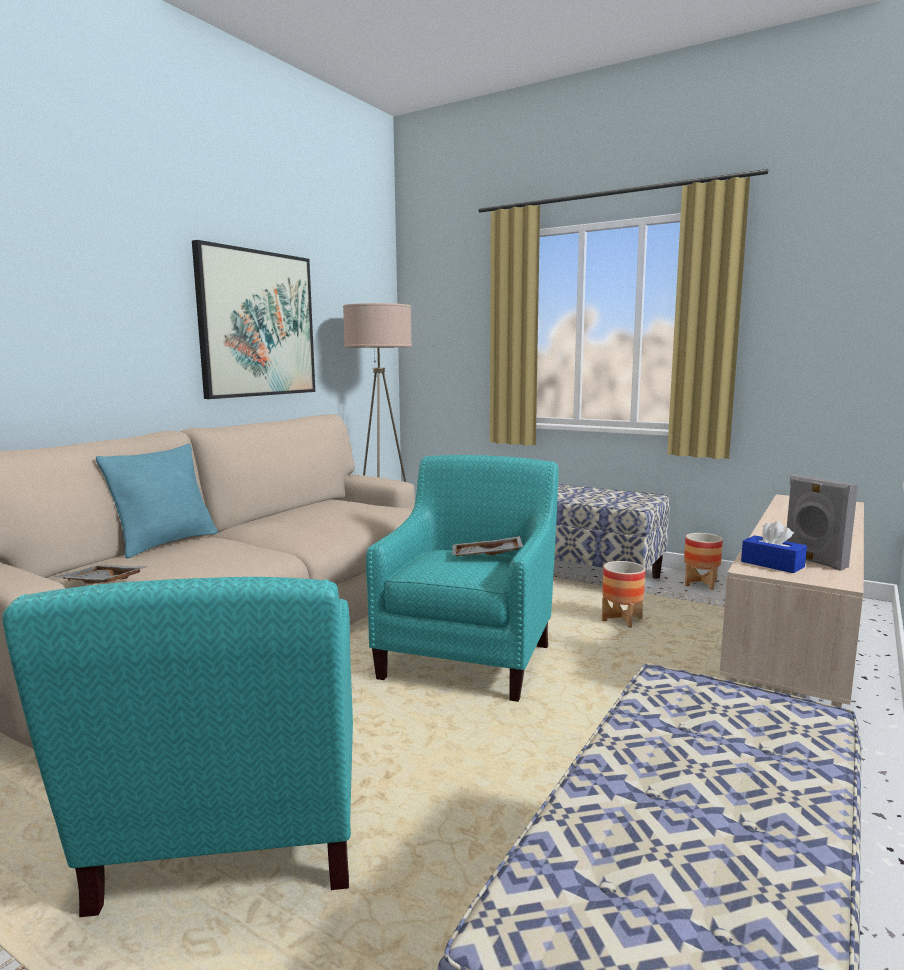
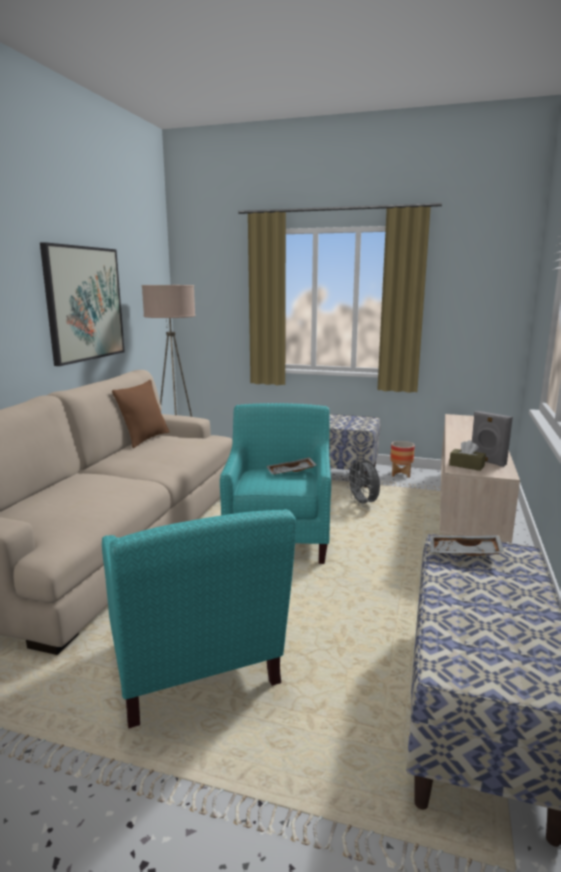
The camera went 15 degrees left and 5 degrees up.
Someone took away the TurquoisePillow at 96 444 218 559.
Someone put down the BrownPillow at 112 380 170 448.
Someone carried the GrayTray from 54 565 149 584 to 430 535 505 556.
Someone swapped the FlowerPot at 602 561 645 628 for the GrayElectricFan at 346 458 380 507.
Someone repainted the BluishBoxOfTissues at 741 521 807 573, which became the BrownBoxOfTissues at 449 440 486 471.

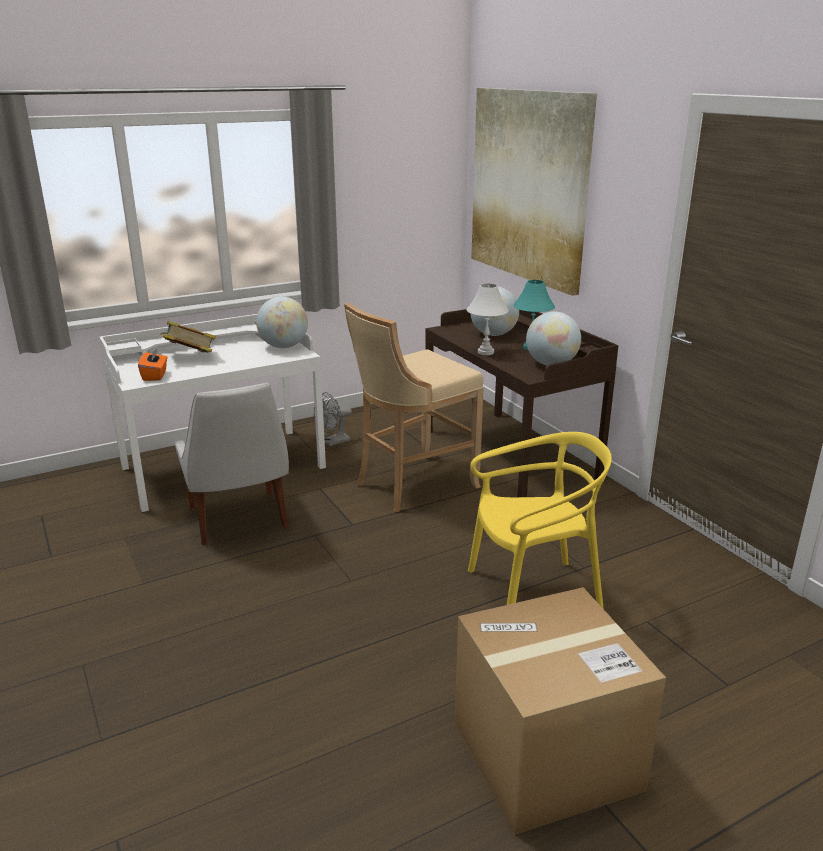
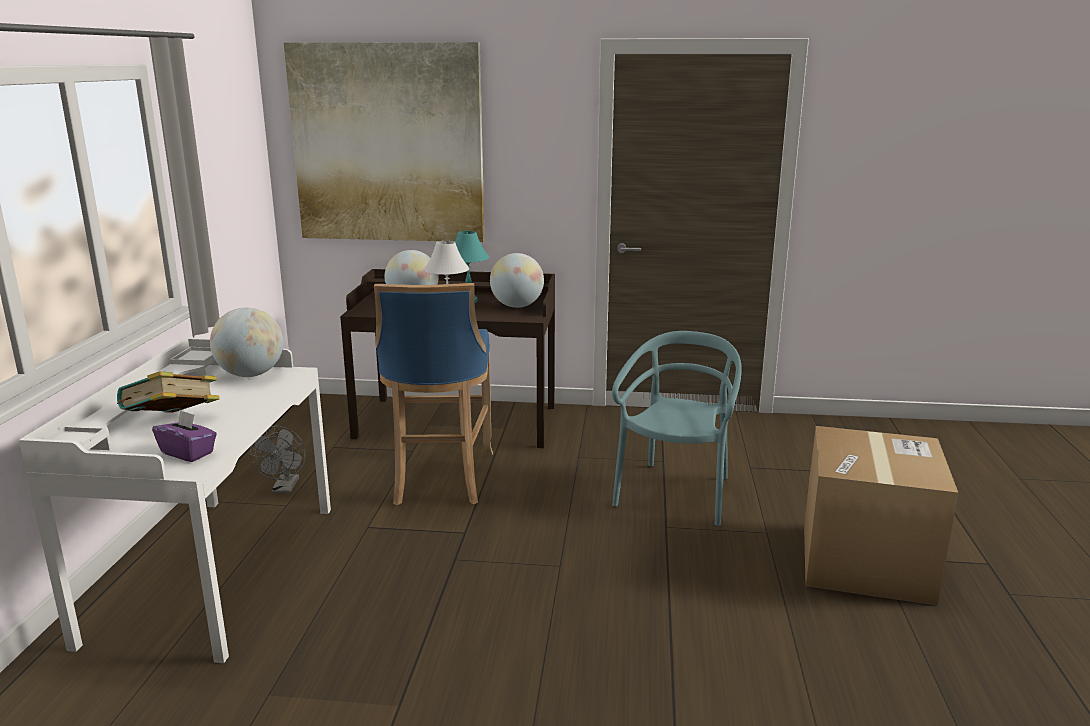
The camera went 55 degrees left and 5 degrees down.
Someone took away the WhitishUprightChair at 175 383 289 545.
Someone repainted the OrangeBoxOfTissues at 138 348 168 381, which became the PurplishBoxOfTissues at 152 410 217 462.
Someone repainted the BeigeStoolSeat at 344 302 484 512, which became the BluishStoolSeat at 374 283 493 506.
Someone repainted the YellowColouredUprightChair at 468 432 612 608, which became the TurquoiseUprightChair at 612 331 741 526.

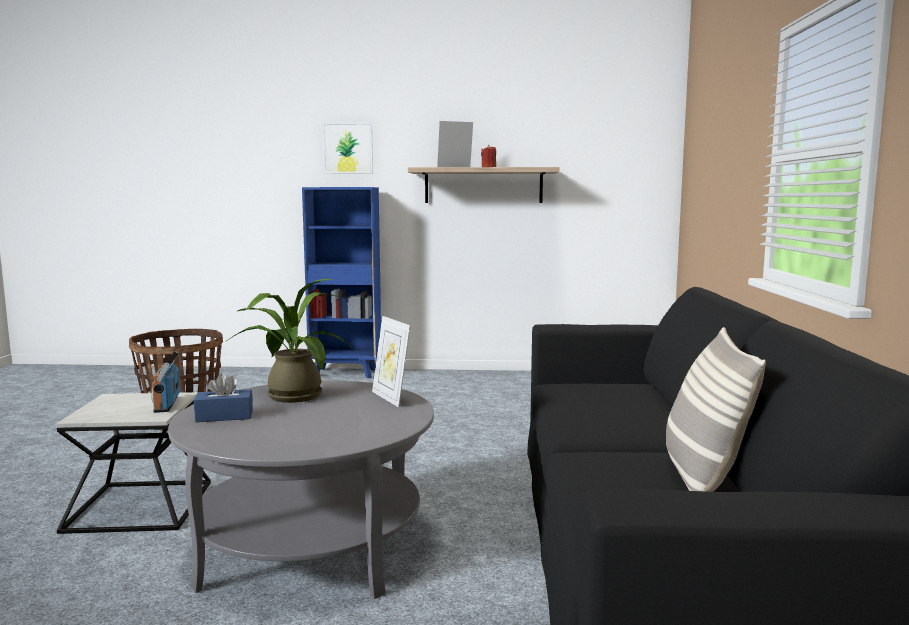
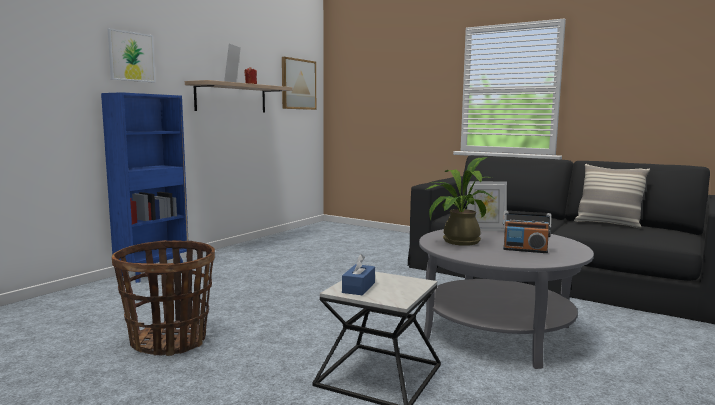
The camera went 60 degrees left and 0 degrees up.
Someone put up the WallPicture at 282 57 316 110.
Someone carried the RadioSet from 151 351 180 413 to 503 211 552 253.
Someone carried the BluishBoxOfTissues from 194 373 253 422 to 342 254 375 295.

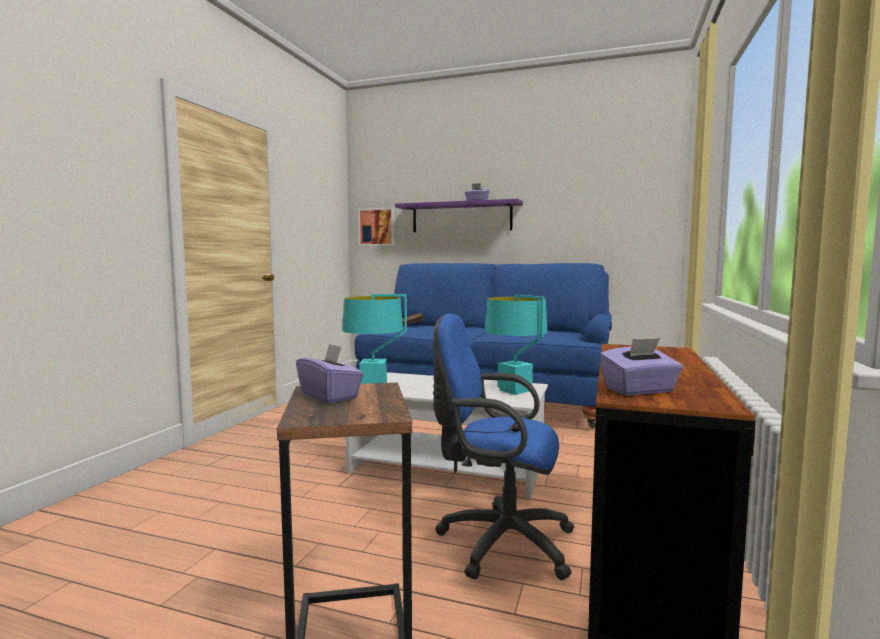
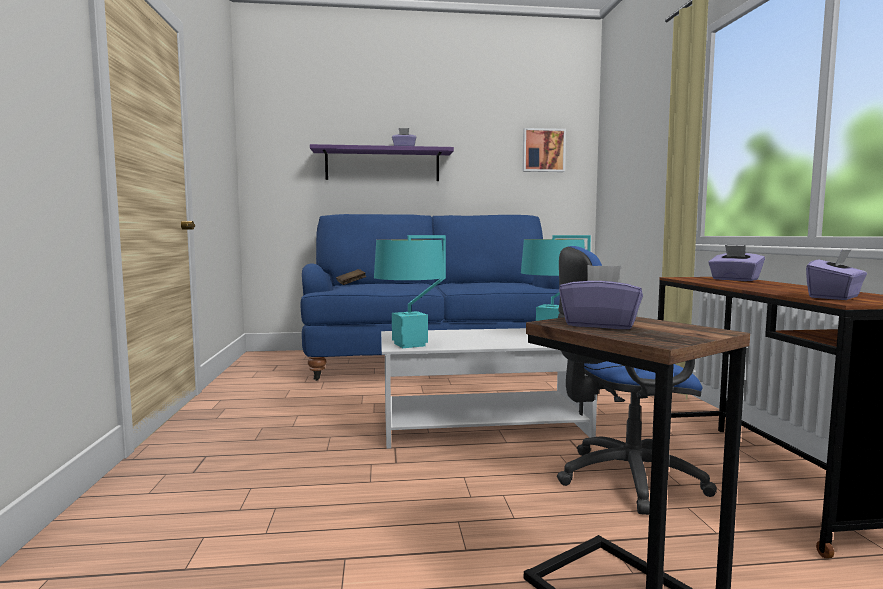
The camera went 25 degrees left and 0 degrees up.
Someone put down the PurplishBoxOfTissues at 708 245 765 281.
Someone carried the WallPicture from 358 208 395 246 to 522 128 566 172.

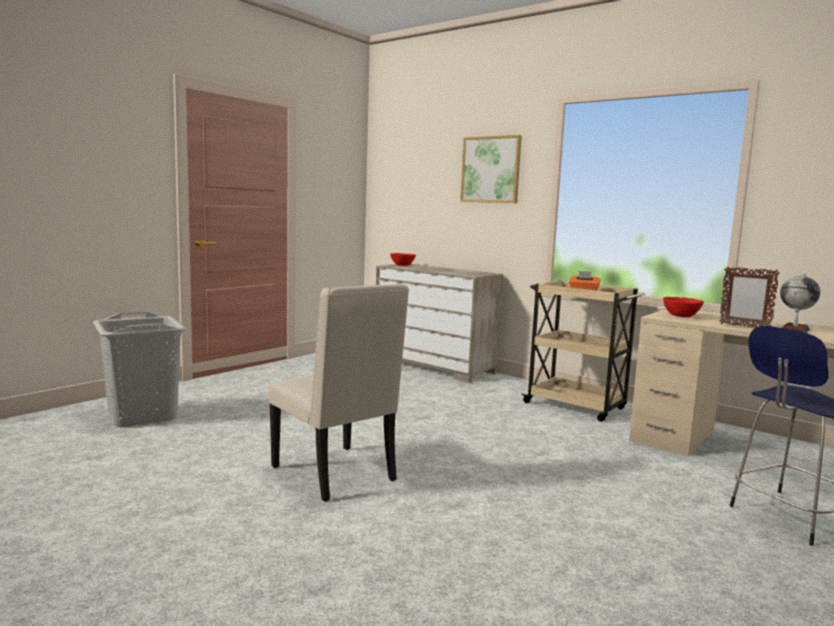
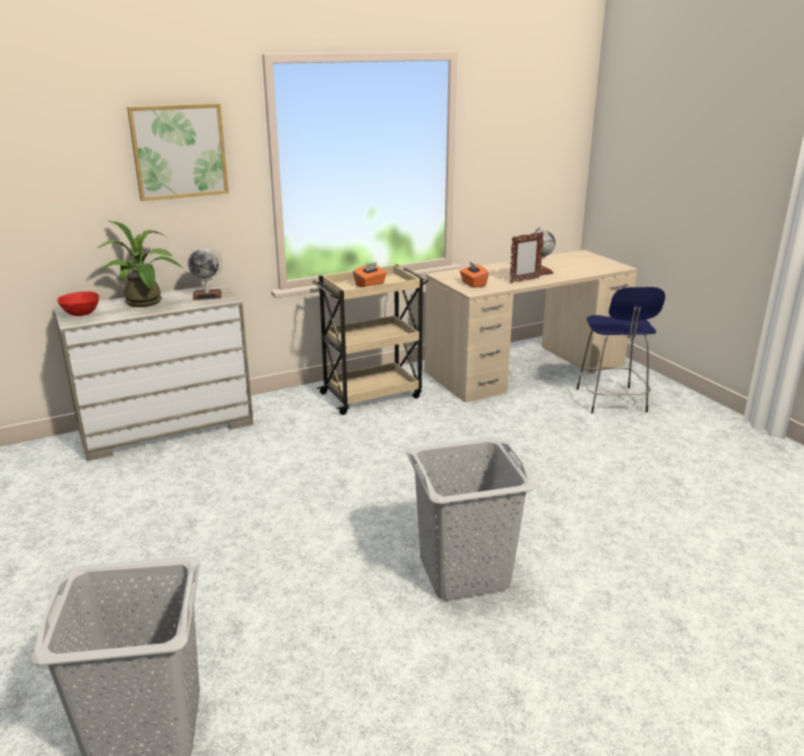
The camera went 65 degrees left and 15 degrees up.
Someone put down the PlantInAPot at 97 220 183 307.
Someone put down the Globe at 188 246 222 300.
Someone swapped the BeigeUprightChair at 268 284 409 502 for the GrayLaundryBasket at 406 437 536 600.
Someone swapped the ReddishServingBowl at 663 297 704 317 for the OrangeBoxOfTissues at 460 261 489 288.

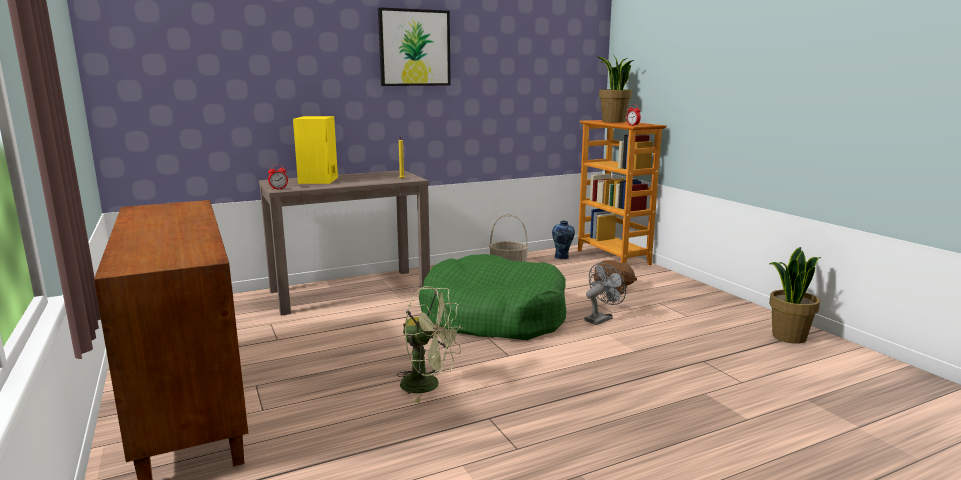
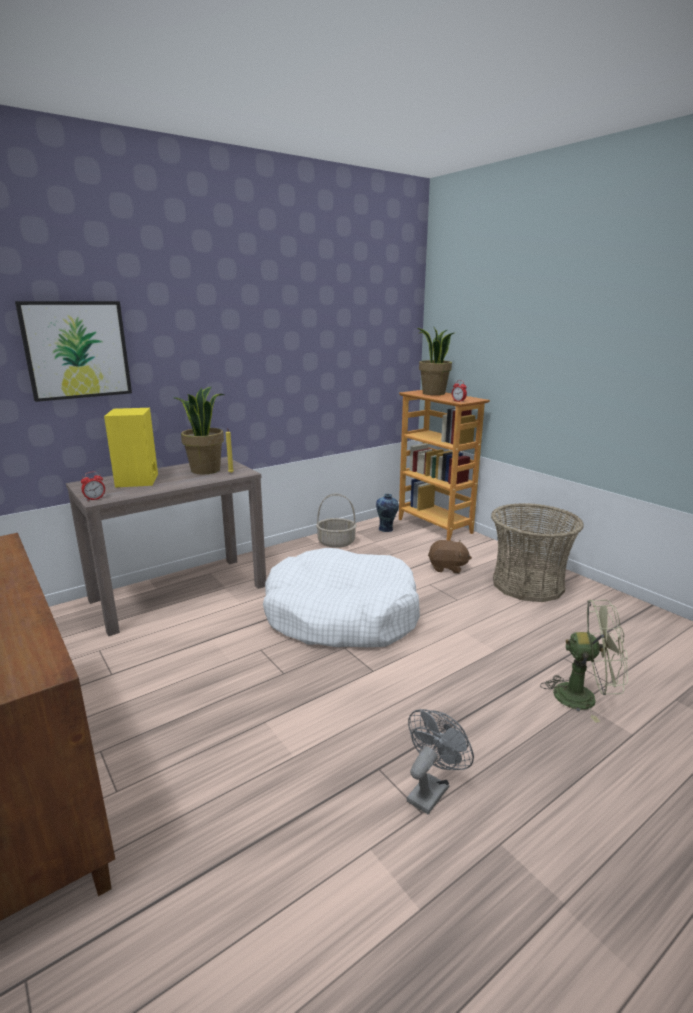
The camera went 10 degrees left and 5 degrees up.
Someone put down the HouseholdBasket at 491 503 584 602.
Someone carried the WallPicture from 378 7 451 86 to 15 301 132 402.
Someone carried the GreenElectricFan from 397 286 463 403 to 540 600 628 723.
Someone carried the GrayElectricFan from 584 263 626 325 to 407 709 474 815.
Someone carried the PlantInAPot from 769 247 820 344 to 173 387 224 475.
Someone repainted the GreenPetBed at 419 254 566 340, which became the WhitishPetBed at 263 548 420 647.

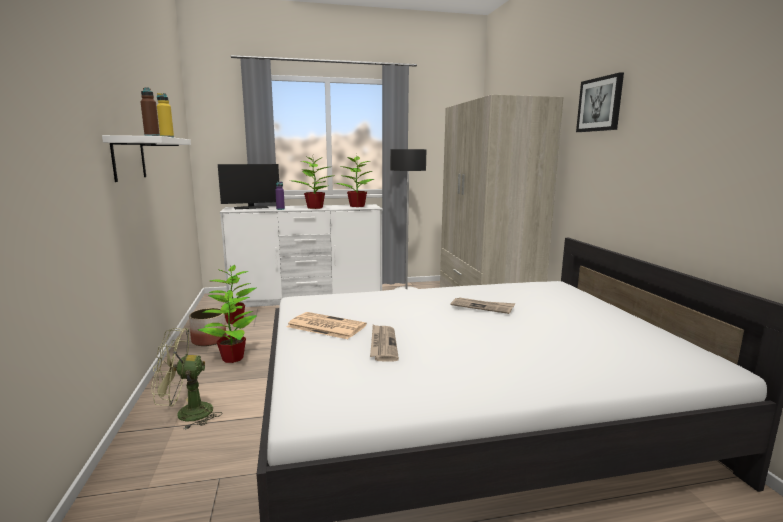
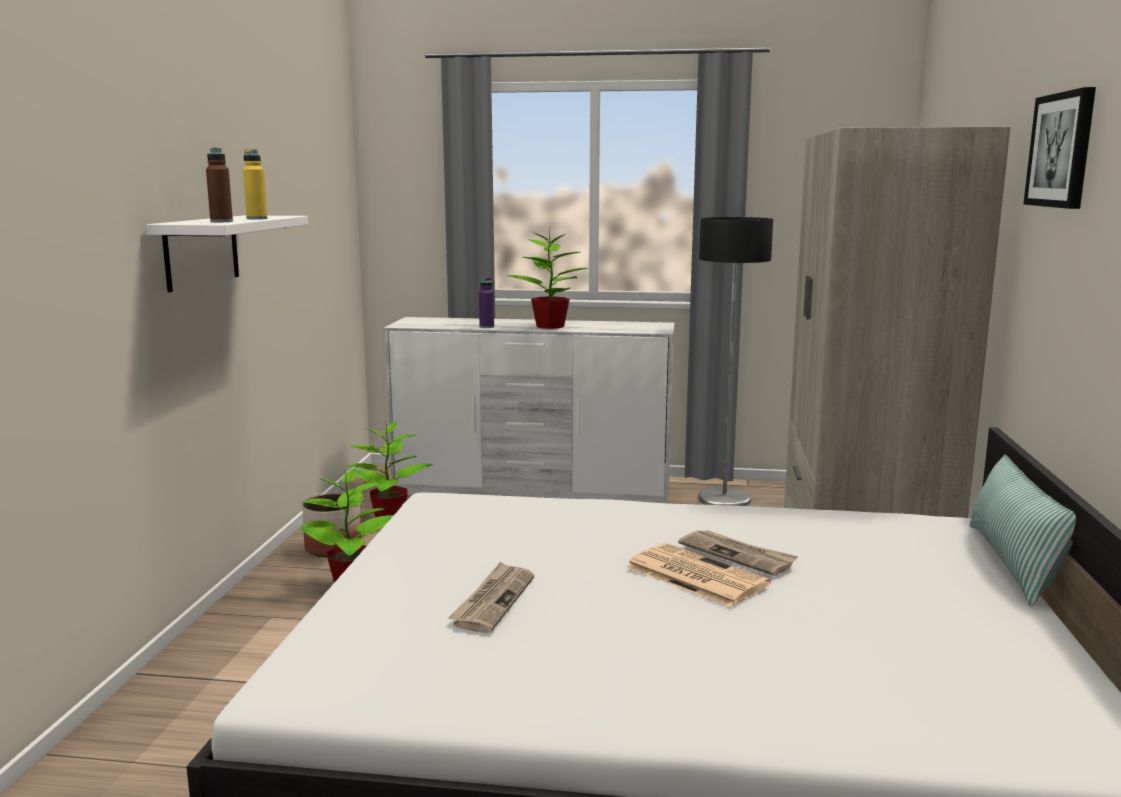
The camera went 20 degrees right and 0 degrees up.
Someone took away the GreenElectricFan at 151 328 222 430.
Someone took away the Monitor at 218 164 279 209.
Someone took away the PlantInAPot at 335 156 374 207.
Someone put down the Pillow at 969 454 1076 607.
Someone carried the PrintedPaper from 287 312 367 339 to 626 543 771 608.

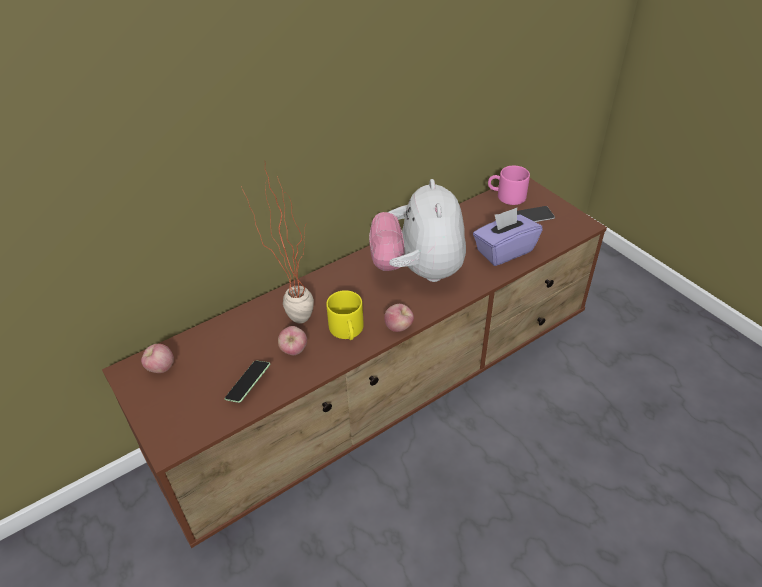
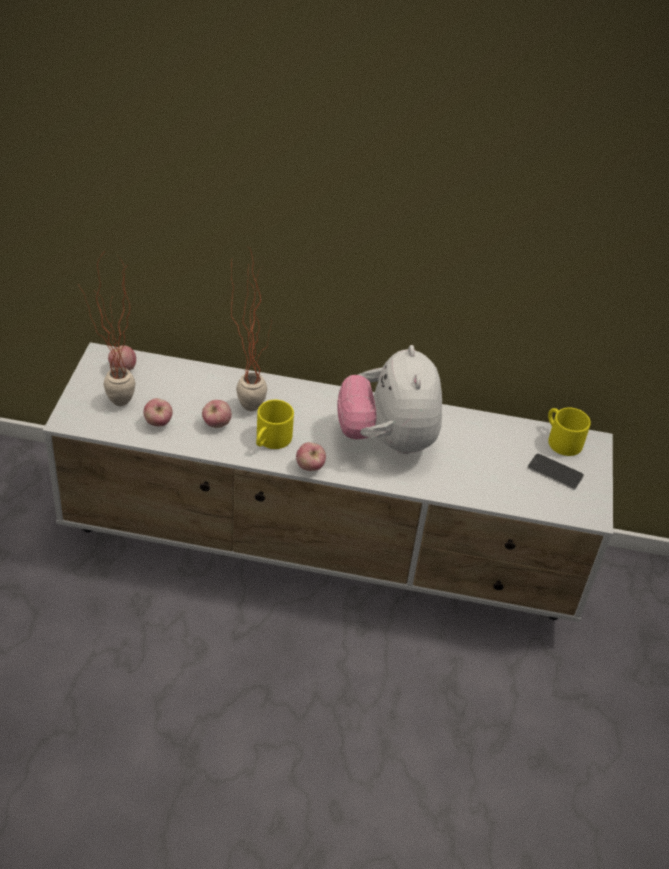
The camera went 40 degrees right and 0 degrees up.
Someone took away the PurplishBoxOfTissues at 473 208 543 266.
Someone put down the PlantInAPot at 78 255 135 406.
Someone swapped the Handset at 225 361 270 403 for the WholeApple at 143 398 173 426.
Someone repainted the BrownTvUnit at 102 178 607 548, which became the WhitishTvUnit at 43 342 613 622.
Someone repainted the PinkTeaMug at 488 166 530 205, which became the YellowColouredTeaMug at 548 408 591 456.
Someone rotated the SoftToy at 369 179 466 282 by 45 degrees counterclockwise.

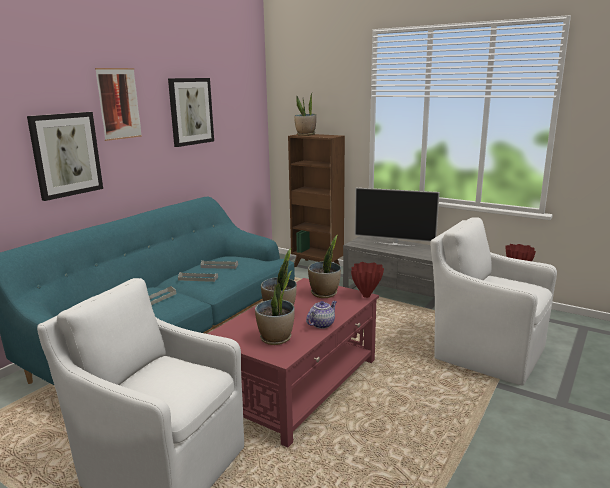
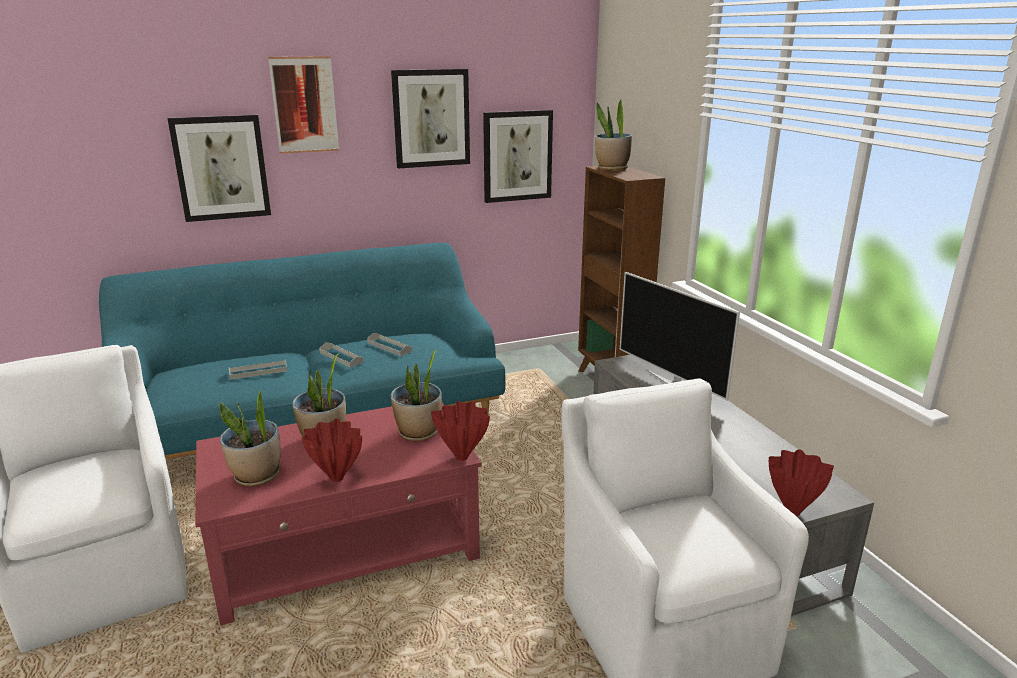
The camera went 35 degrees right and 5 degrees up.
Someone put up the WallPicture at 483 110 553 203.
Someone swapped the TeaPot at 306 301 337 329 for the ReddishVase at 301 418 362 482.

